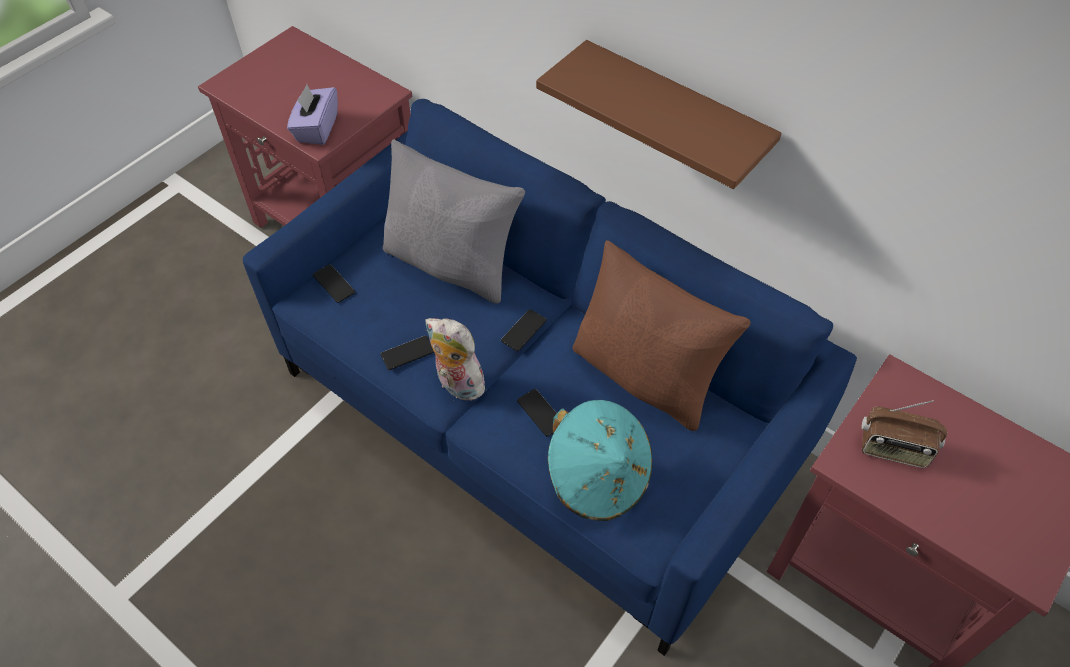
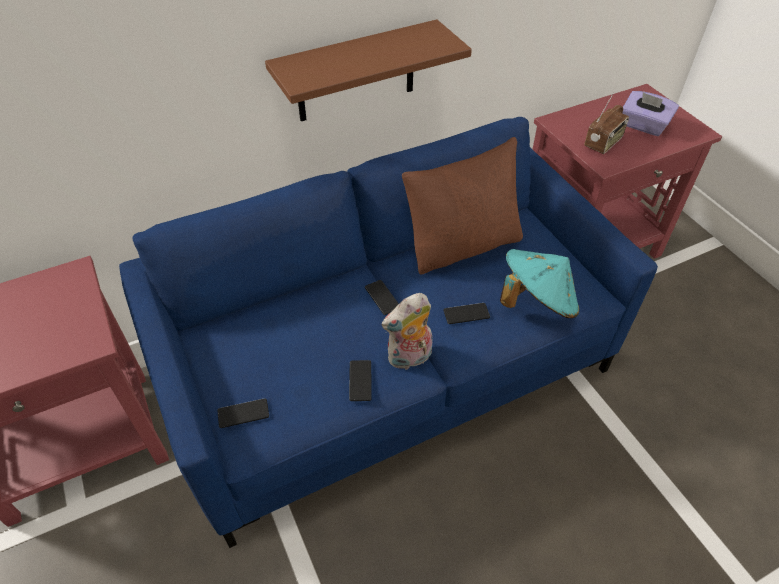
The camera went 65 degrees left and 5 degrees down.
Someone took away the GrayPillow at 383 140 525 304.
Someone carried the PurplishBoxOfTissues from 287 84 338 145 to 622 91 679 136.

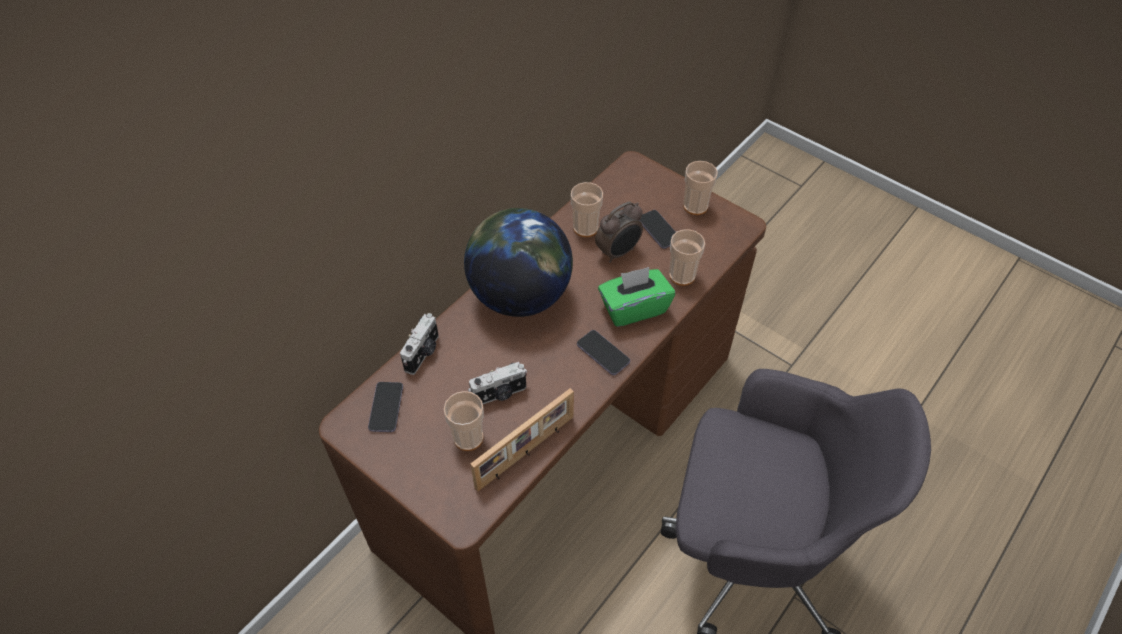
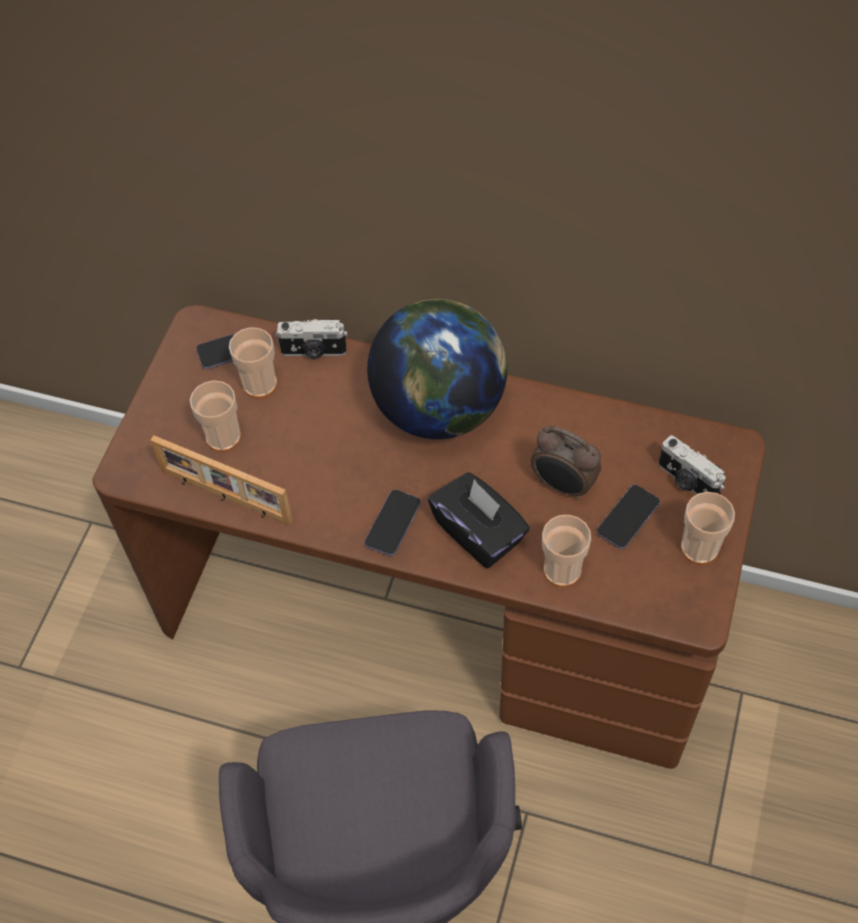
The camera went 70 degrees right and 5 degrees up.
Someone carried the PhotoCamera from 468 362 527 404 to 658 435 726 495.
Someone carried the SmallCup from 571 182 603 237 to 229 327 277 398.
Someone repainted the GreenBoxOfTissues at 598 267 675 327, which became the BlackishBoxOfTissues at 428 472 530 569.

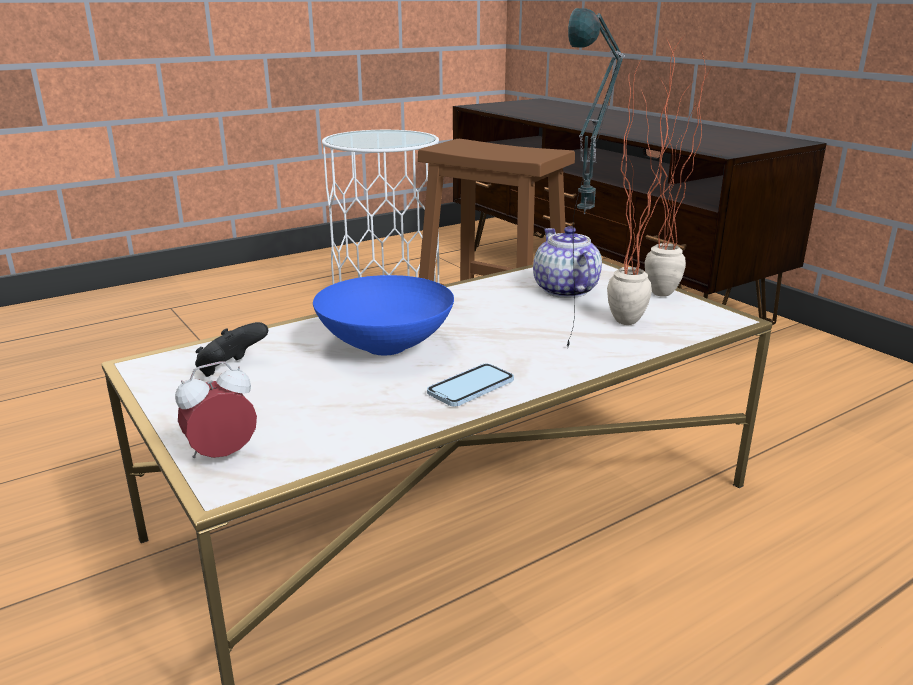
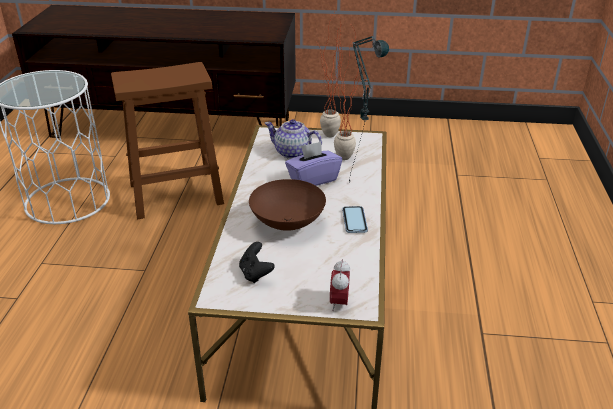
The camera went 50 degrees left and 10 degrees up.
Someone put down the PurplishBoxOfTissues at 285 141 342 186.
Someone repainted the BluishServingBowl at 313 275 454 356, which became the BrownServingBowl at 249 179 326 231.

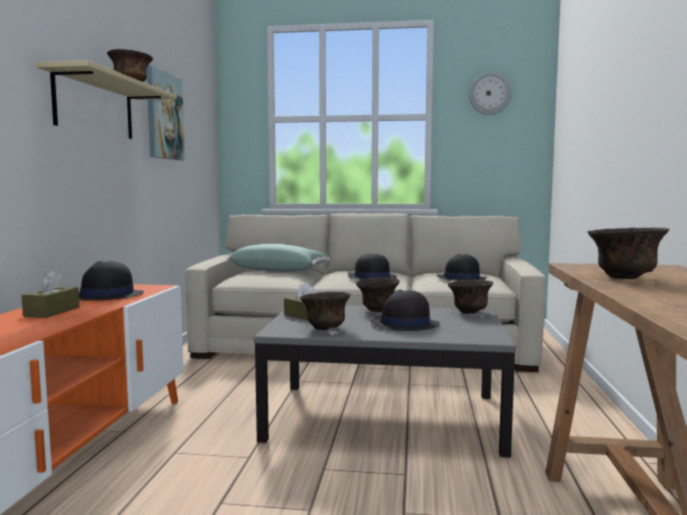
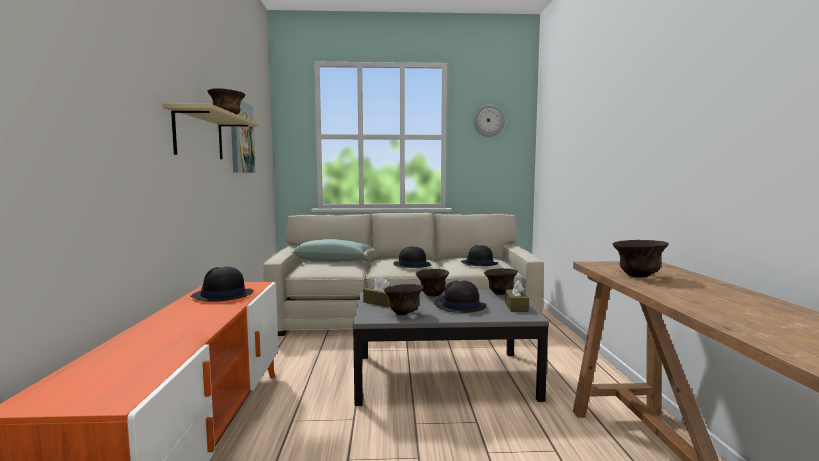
The camera went 10 degrees left and 0 degrees up.
Someone carried the BrownBoxOfTissues from 21 270 80 318 to 505 280 529 312.

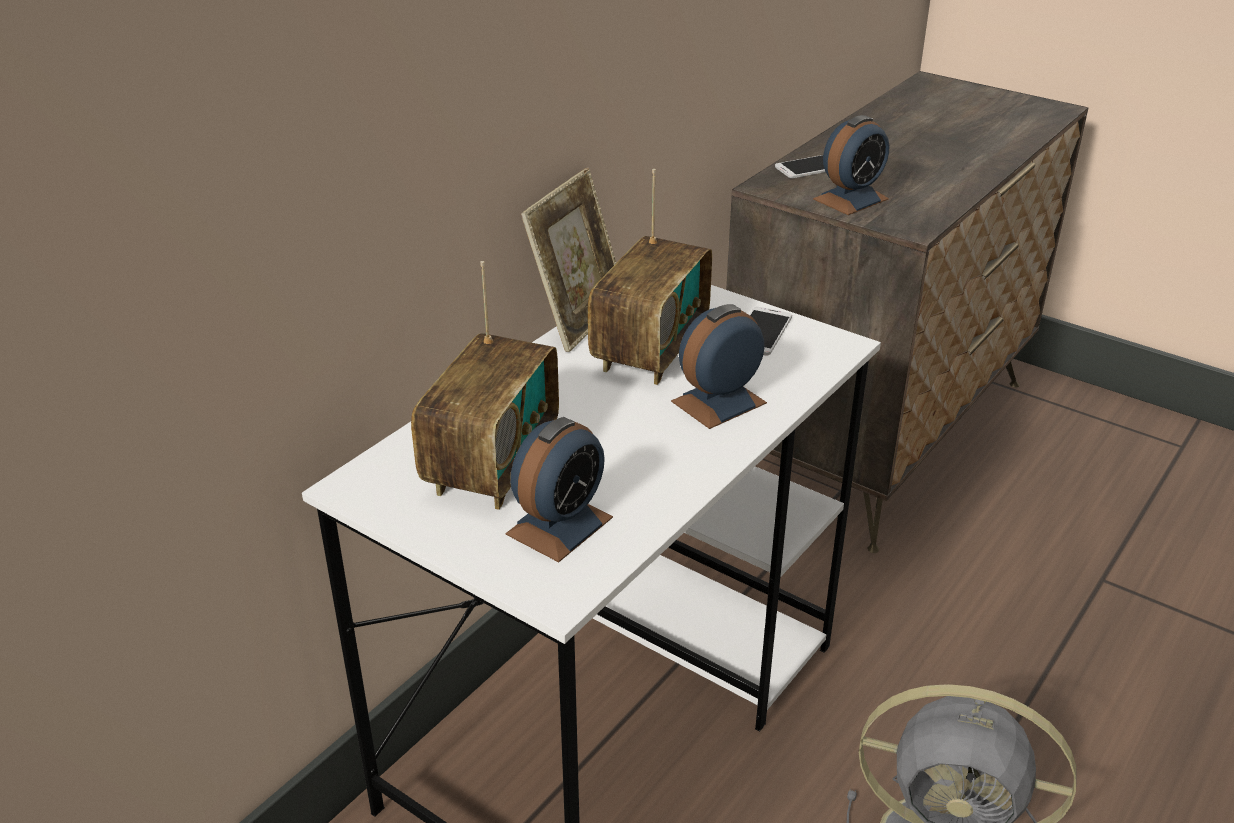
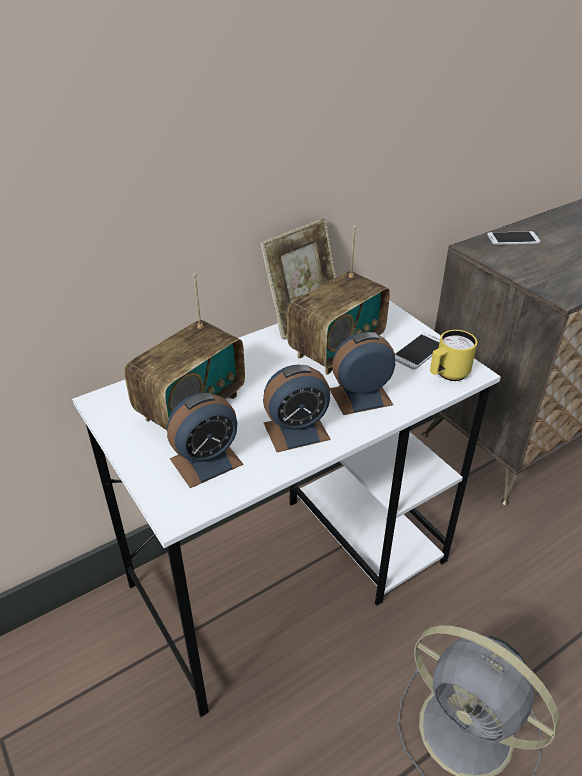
The camera went 20 degrees right and 5 degrees up.
Someone put down the YellowColouredTeaMug at 430 330 477 381.
Someone carried the AlarmClock from 813 115 889 215 to 263 365 331 452.

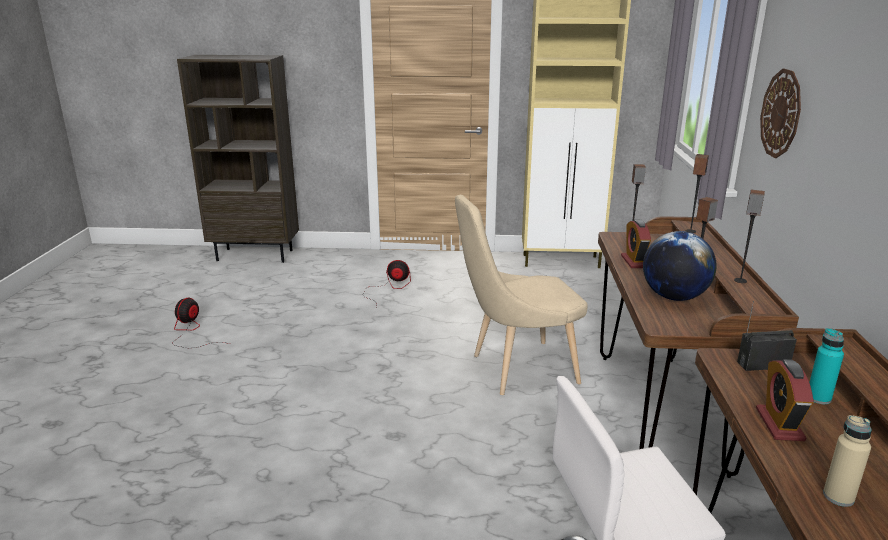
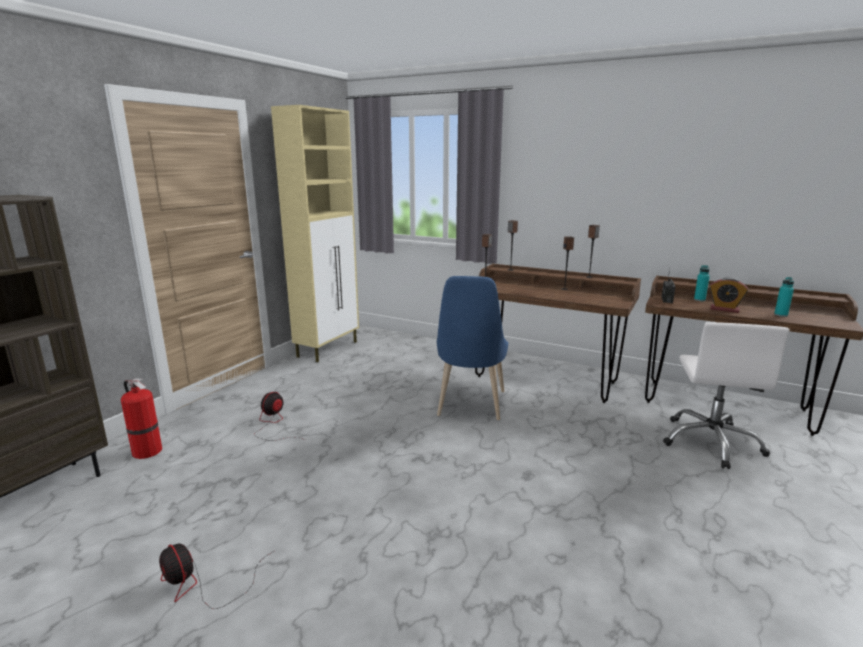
The camera went 65 degrees left and 5 degrees down.
Someone took away the AlarmClock at 621 219 651 268.
Someone took away the Globe at 643 231 717 301.
Someone took away the WallClock at 760 69 801 158.
Someone put down the FireExtinguisher at 121 379 162 459.
Someone repainted the BeigeUprightChair at 455 195 588 395, which became the BluishUprightChair at 437 276 508 420.
Someone repainted the BeigeDrinkBottle at 823 415 872 507, which became the TurquoiseDrinkBottle at 774 277 794 317.

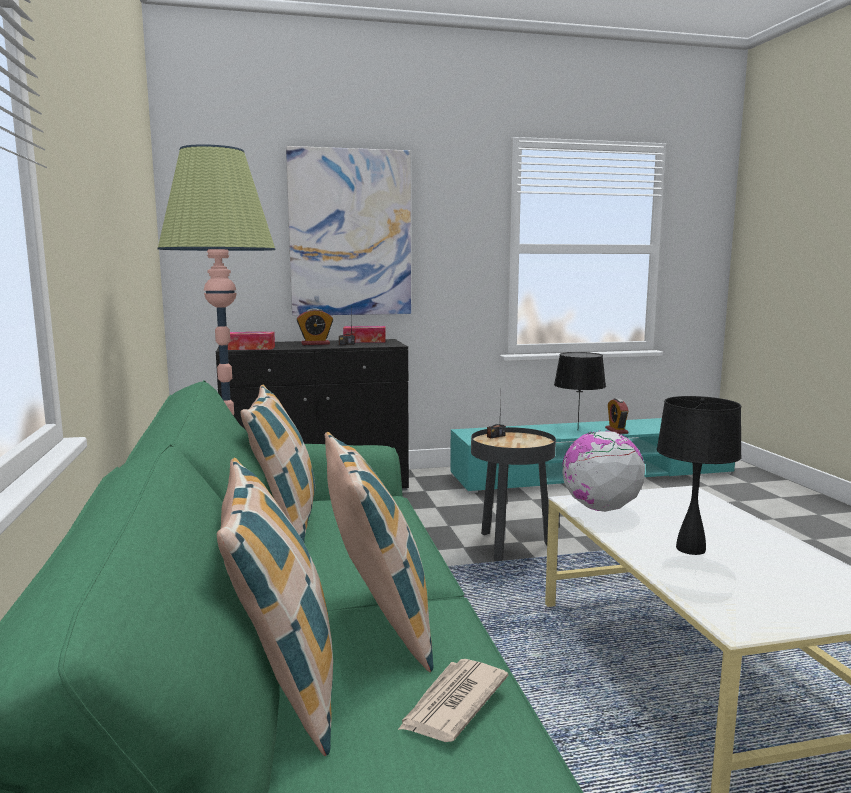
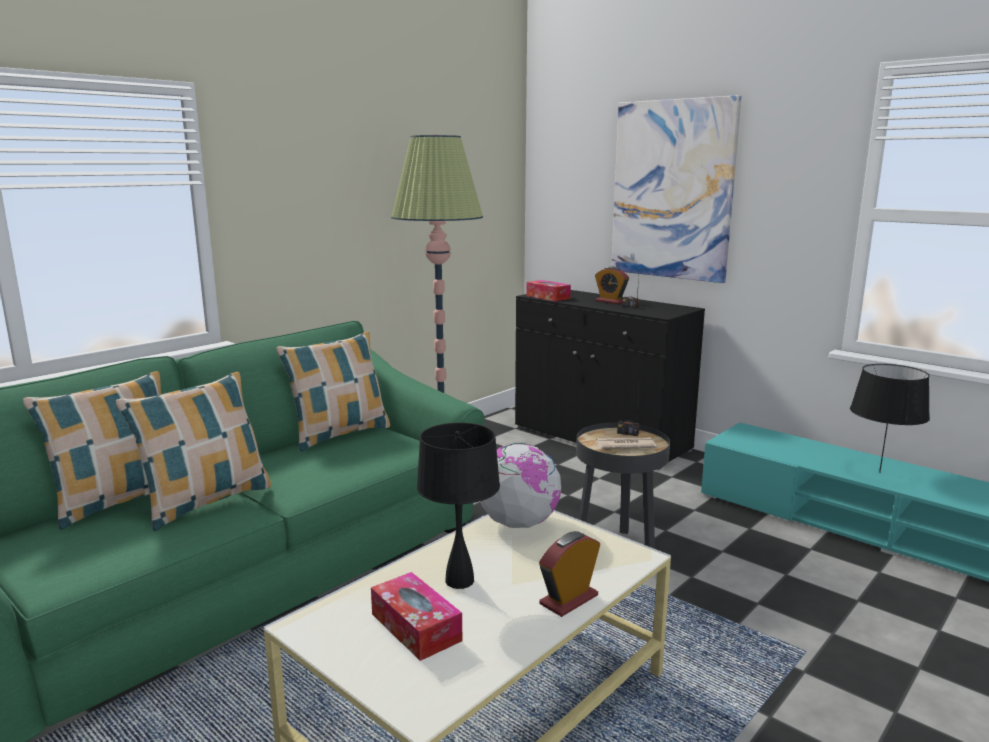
The camera went 55 degrees right and 5 degrees up.
Someone carried the BoxOfTissues from 343 326 386 343 to 371 572 463 661.
Someone carried the PrintedPaper from 398 659 508 742 to 595 437 657 449.
Someone carried the AlarmClock from 605 398 629 434 to 539 531 600 617.

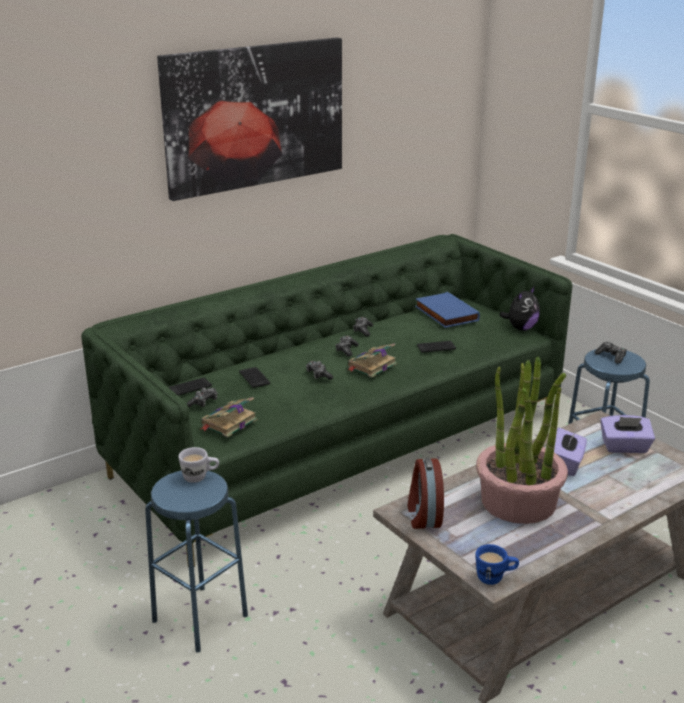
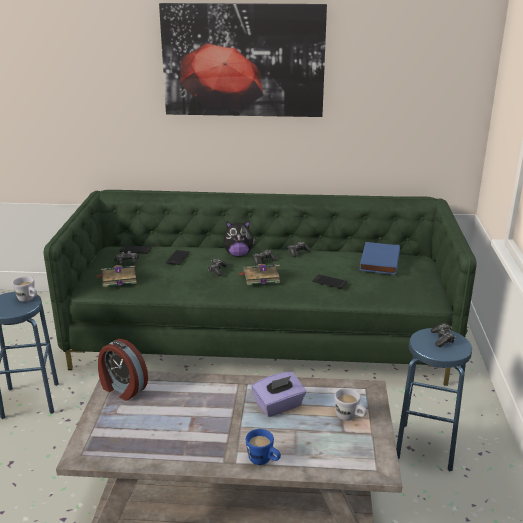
The camera went 40 degrees right and 0 degrees up.
Someone took away the PlantInAPot at 476 356 568 524.
Someone carried the BluishTeaMug from 475 544 519 585 to 246 429 281 465.
Someone carried the SoftToy from 500 286 540 331 to 223 221 255 257.
Someone swapped the PurplishBoxOfTissues at 600 415 655 453 for the WhitishTeaMug at 334 388 367 421.
Someone rotated the AlarmClock at 407 458 444 529 by 90 degrees counterclockwise.

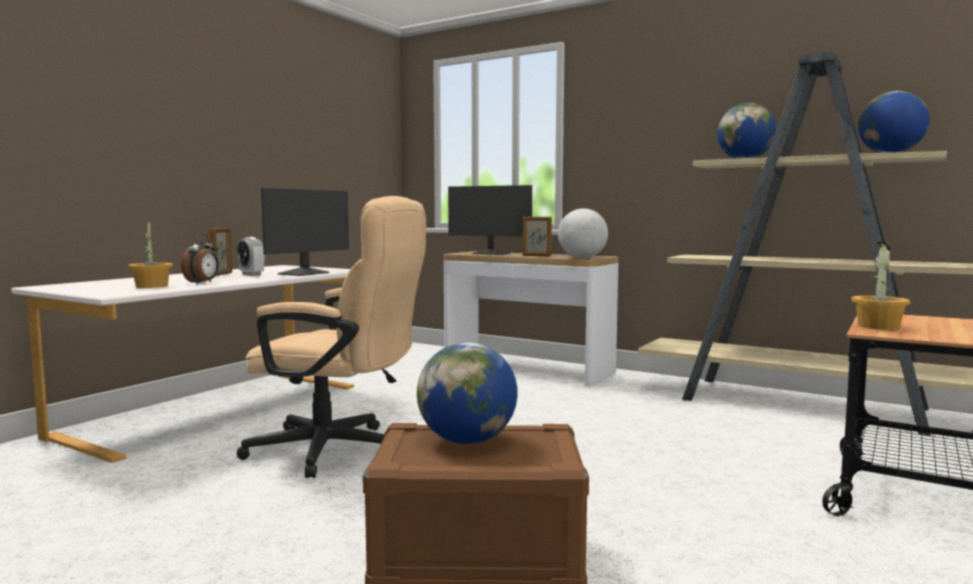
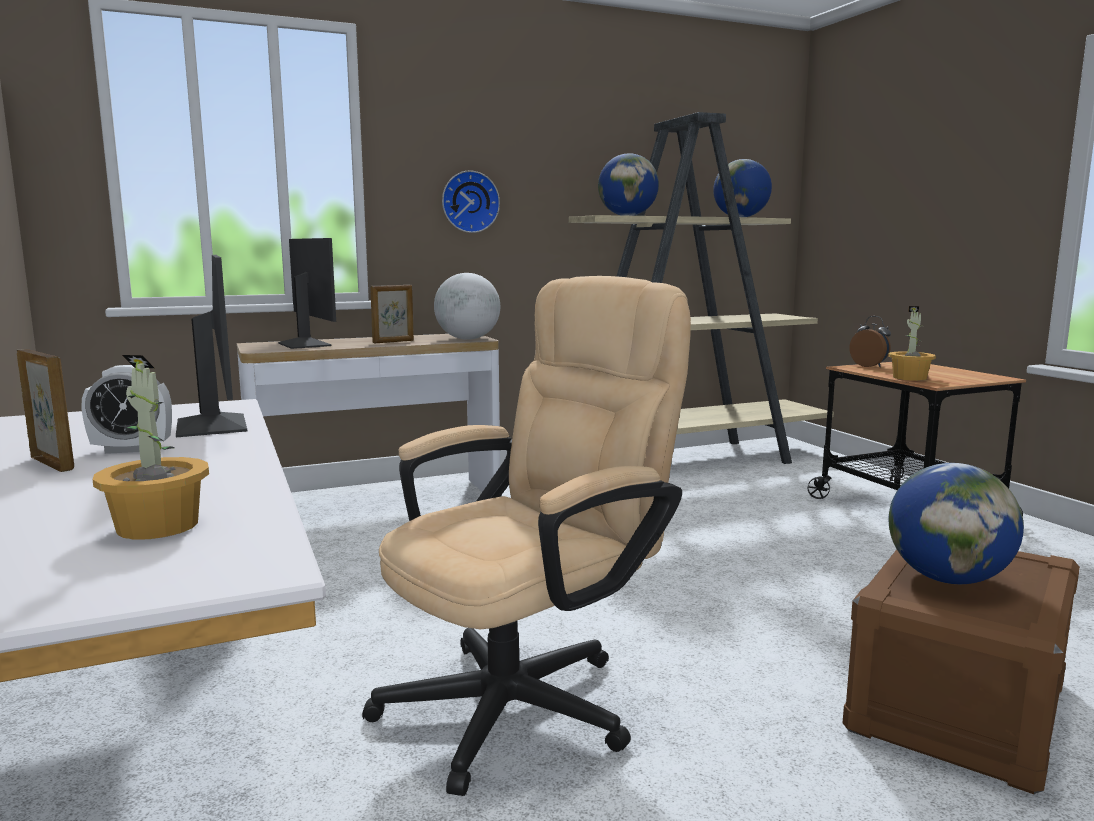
The camera went 55 degrees left and 5 degrees up.
Someone put up the WallClock at 442 170 500 233.
Someone carried the AlarmClock from 181 234 219 284 to 849 316 891 367.
Someone rotated the Monitor at 448 185 532 255 by 90 degrees counterclockwise.

